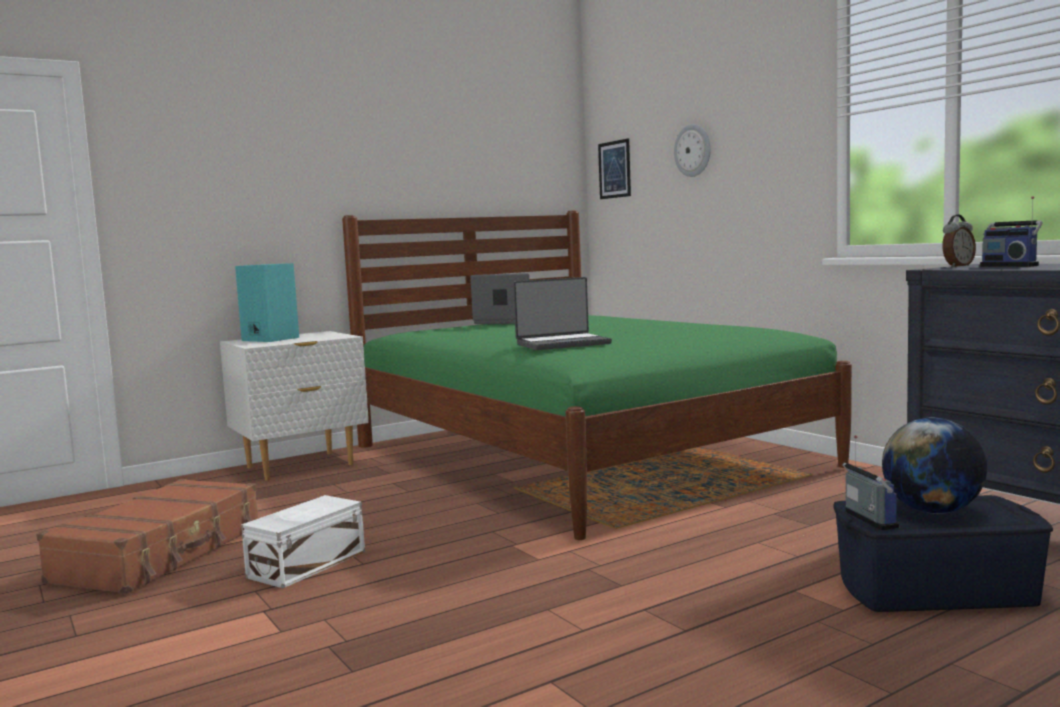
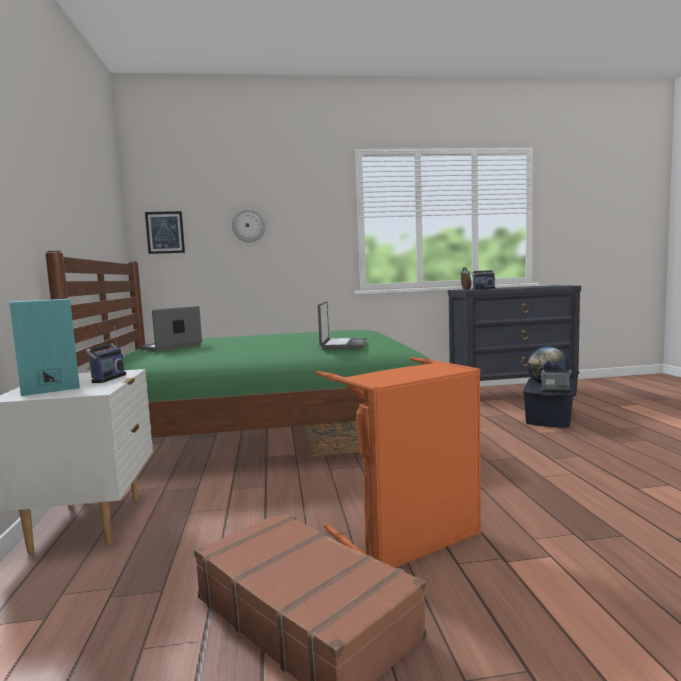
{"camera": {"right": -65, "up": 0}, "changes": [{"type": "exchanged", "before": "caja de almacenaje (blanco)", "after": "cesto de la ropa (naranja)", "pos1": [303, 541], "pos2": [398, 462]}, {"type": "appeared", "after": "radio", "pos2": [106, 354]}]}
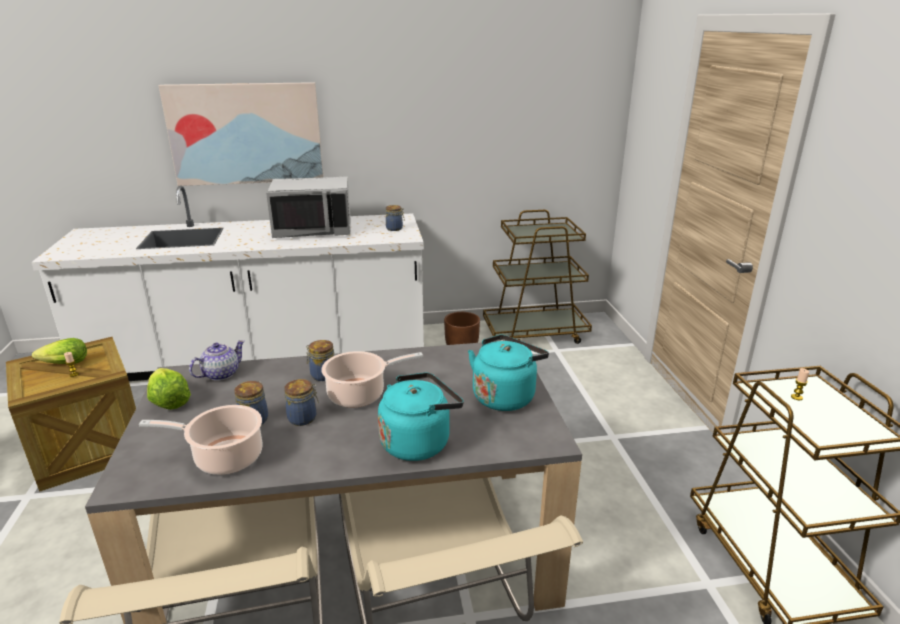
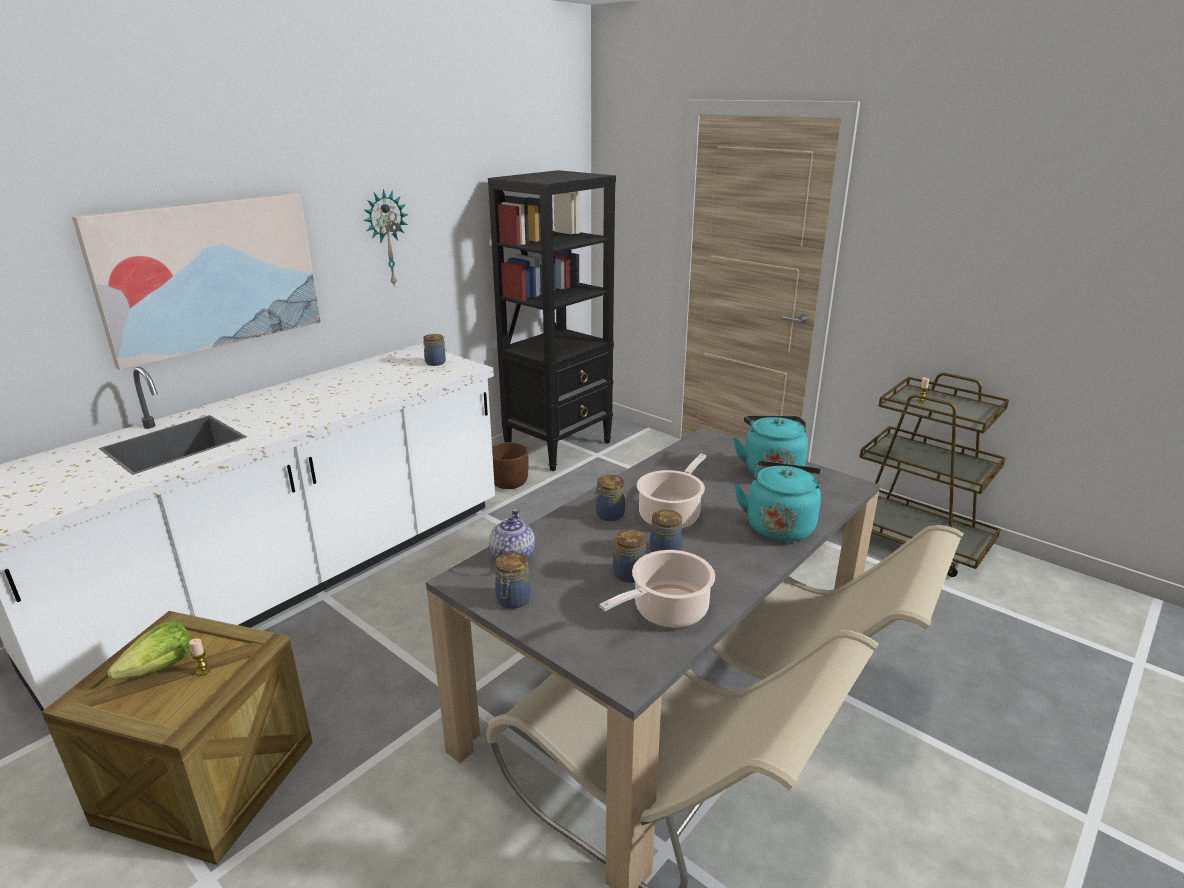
{"camera": {"right": -40, "up": 0}, "changes": [{"type": "missing", "before": "microondas (gris)", "pos1": [308, 207]}, {"type": "exchanged", "before": "carrito (marrón)", "after": "estantería (negro)", "pos1": [537, 277], "pos2": [552, 320]}, {"type": "exchanged", "before": "lechuga", "after": "tarro", "pos1": [169, 389], "pos2": [513, 580]}, {"type": "appeared", "after": "reloj de pared", "pos2": [386, 238]}]}
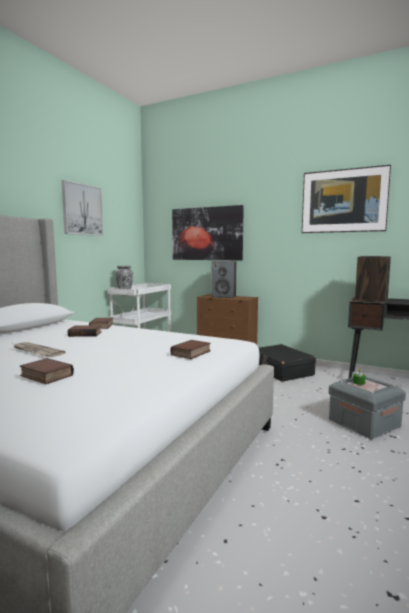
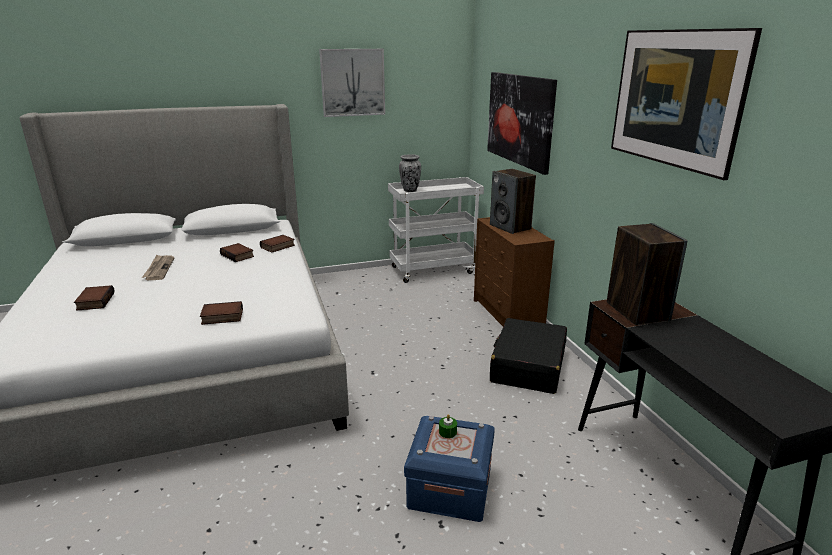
{"camera": {"right": 45, "up": 15}, "changes": [{"type": "colour", "before": "caja de almacenaje (gris)", "after": "caja de almacenaje (azul)", "pos1": [367, 408], "pos2": [449, 469]}]}
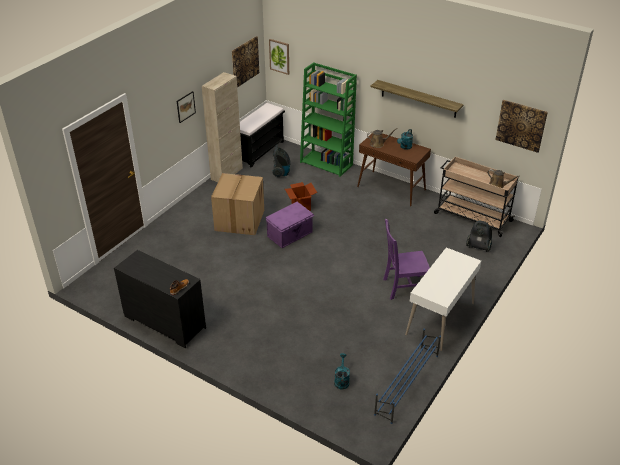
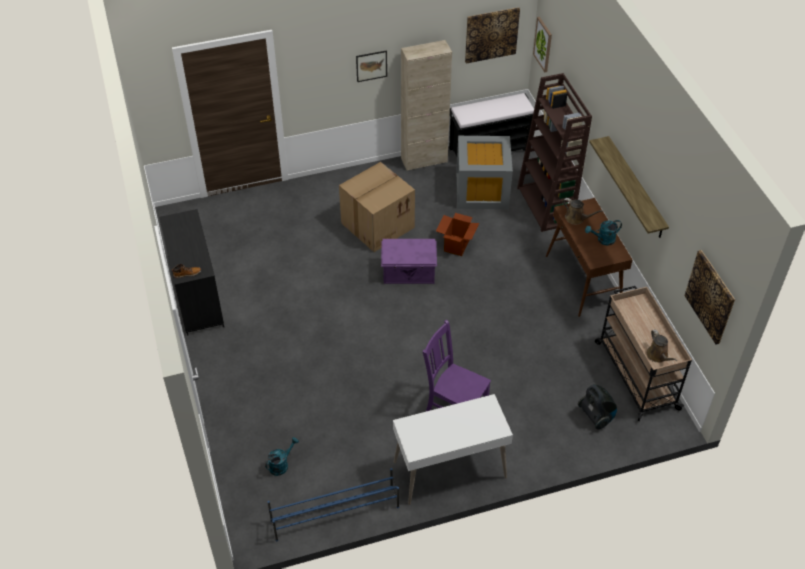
{"camera": {"right": 40, "up": 10}, "changes": [{"type": "colour", "before": "estantería (verde)", "after": "estantería (marrón)", "pos1": [328, 119], "pos2": [554, 152]}, {"type": "exchanged", "before": "aspiradora", "after": "caja de almacenaje (gris)", "pos1": [281, 160], "pos2": [484, 172]}]}
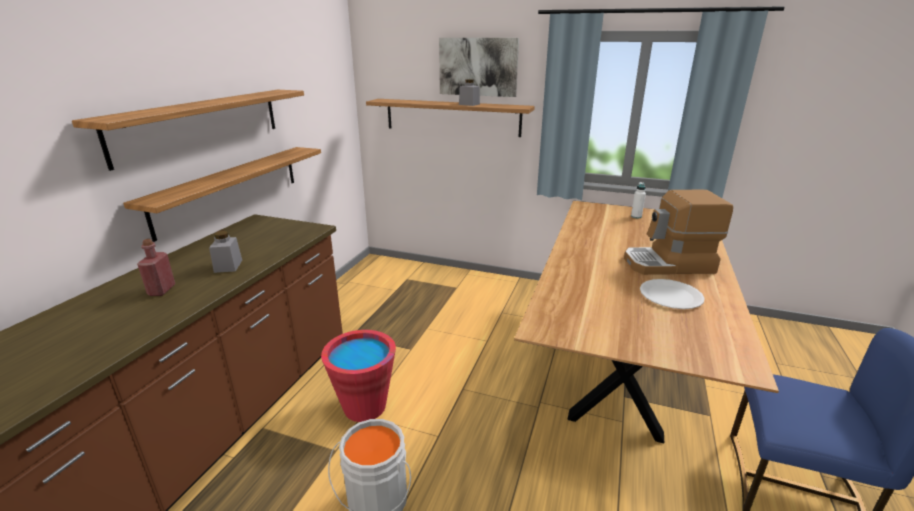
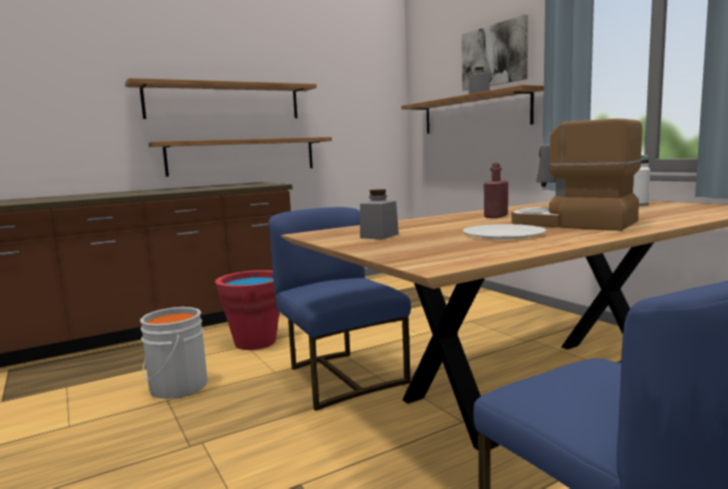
{"camera": {"right": 40, "up": -15}, "changes": [{"type": "relocated", "before": "tarro (gris)", "pos1": [225, 252], "pos2": [379, 214]}, {"type": "relocated", "before": "botella (rojo)", "pos1": [156, 267], "pos2": [496, 190]}, {"type": "appeared", "after": "silla (azul)", "pos2": [339, 309]}]}
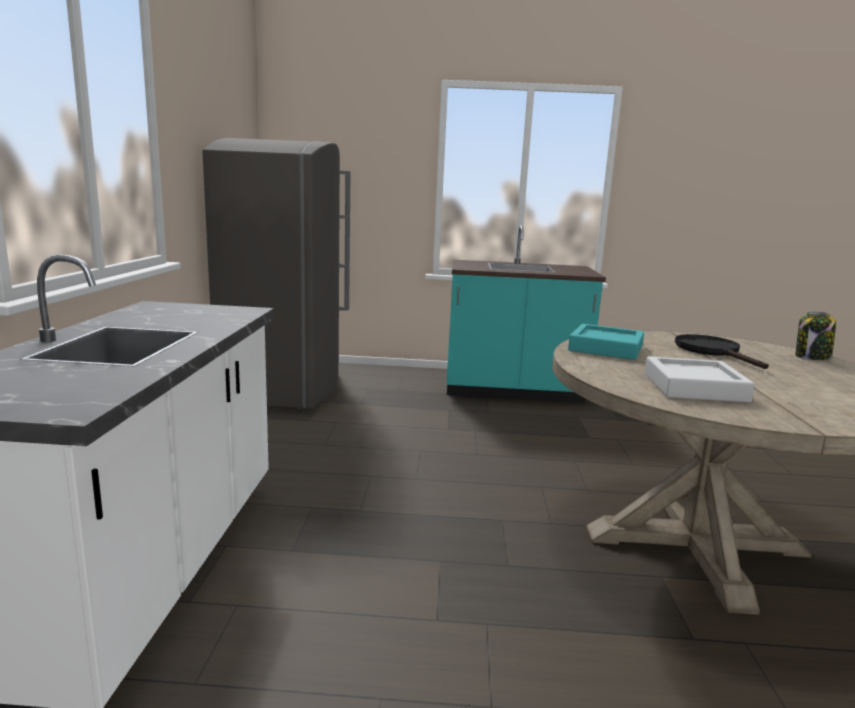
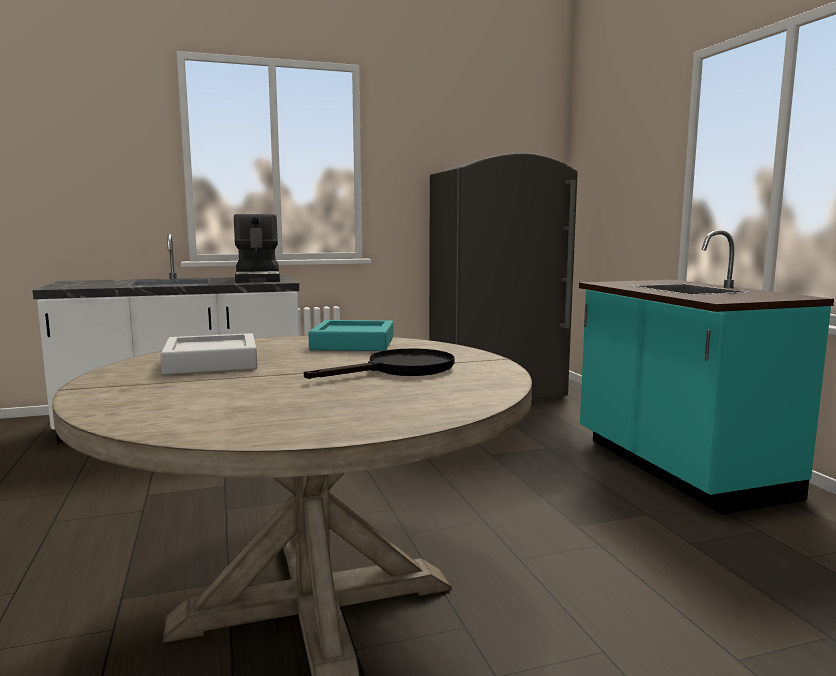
{"camera": {"right": 70, "up": -5}, "changes": [{"type": "missing", "before": "tarro", "pos1": [815, 336]}, {"type": "appeared", "after": "cafetera", "pos2": [257, 248]}]}
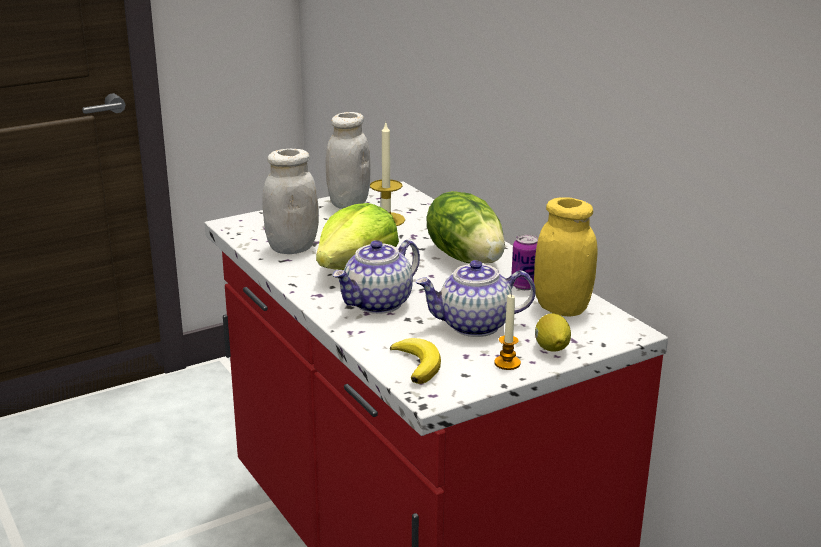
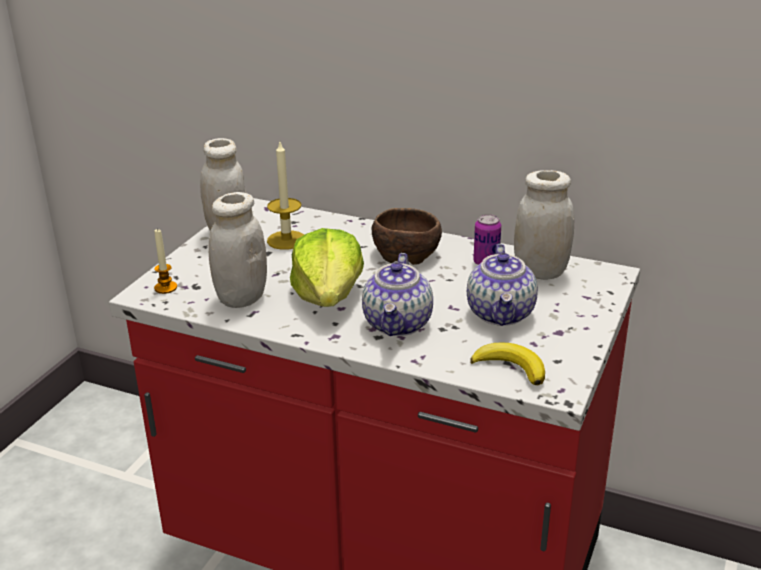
{"camera": {"right": -35, "up": 5}, "changes": [{"type": "exchanged", "before": "lechuga", "after": "cuenco (marrón)", "pos1": [465, 227], "pos2": [406, 236]}, {"type": "colour", "before": "tarro (amarillo)", "after": "tarro (blanco)", "pos1": [565, 257], "pos2": [544, 225]}, {"type": "spun", "before": "tetera", "pos1": [476, 298], "pos2": [502, 285], "turn": -45}, {"type": "relocated", "before": "vela", "pos1": [507, 332], "pos2": [165, 261]}, {"type": "missing", "before": "limón", "pos1": [553, 332]}]}
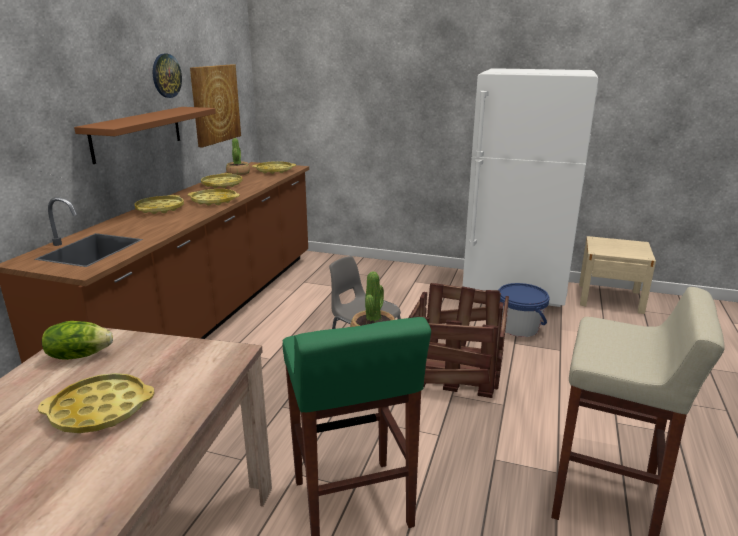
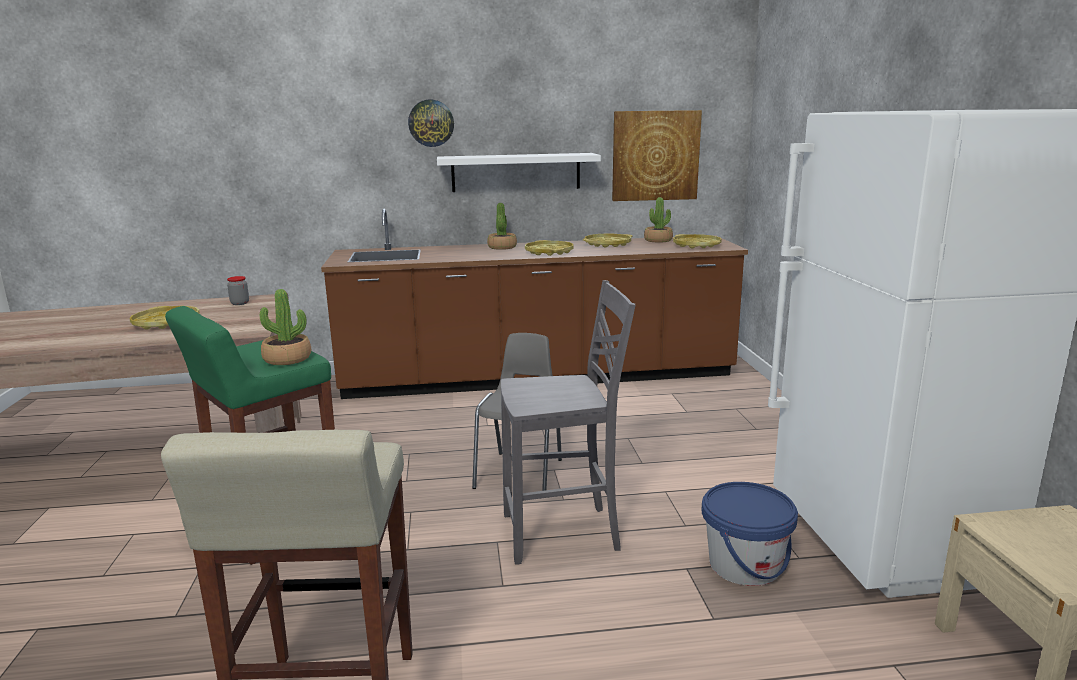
{"camera": {"right": 65, "up": -5}, "changes": [{"type": "relocated", "before": "reloj de pared", "pos1": [167, 76], "pos2": [431, 123]}, {"type": "colour", "before": "estante (marrón)", "after": "estante (blanco)", "pos1": [145, 135], "pos2": [519, 172]}, {"type": "exchanged", "before": "bandeja (amarillo)", "after": "planta en maceta", "pos1": [159, 204], "pos2": [502, 226]}, {"type": "exchanged", "before": "caja de embalaje", "after": "silla (gris)", "pos1": [458, 340], "pos2": [568, 422]}, {"type": "exchanged", "before": "lechuga", "after": "tarro", "pos1": [77, 340], "pos2": [238, 290]}]}
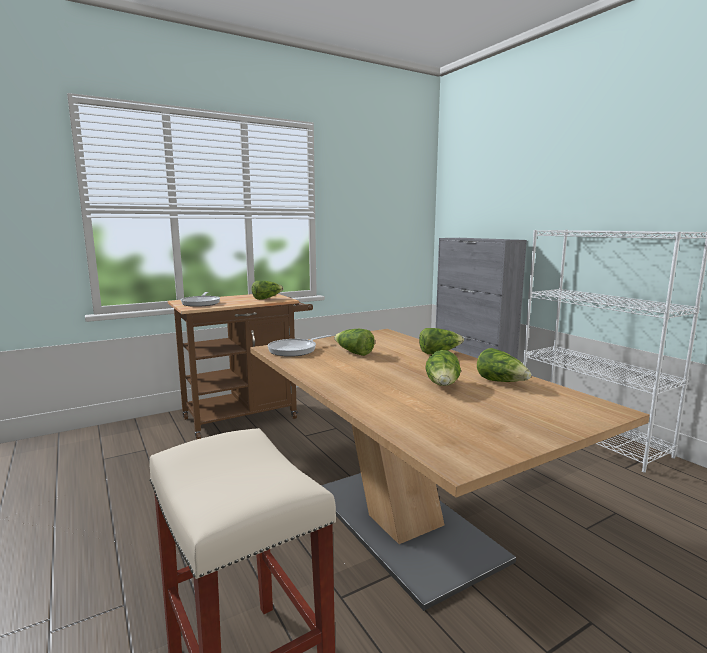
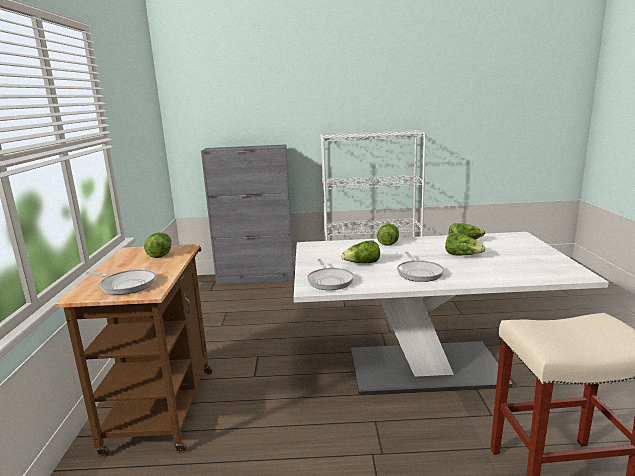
{"camera": {"right": -60, "up": 5}, "changes": [{"type": "colour", "before": "mesa de comedor (marrón)", "after": "mesa de comedor (blanco)", "pos1": [450, 470], "pos2": [451, 313]}, {"type": "appeared", "after": "sartén", "pos2": [420, 267]}]}
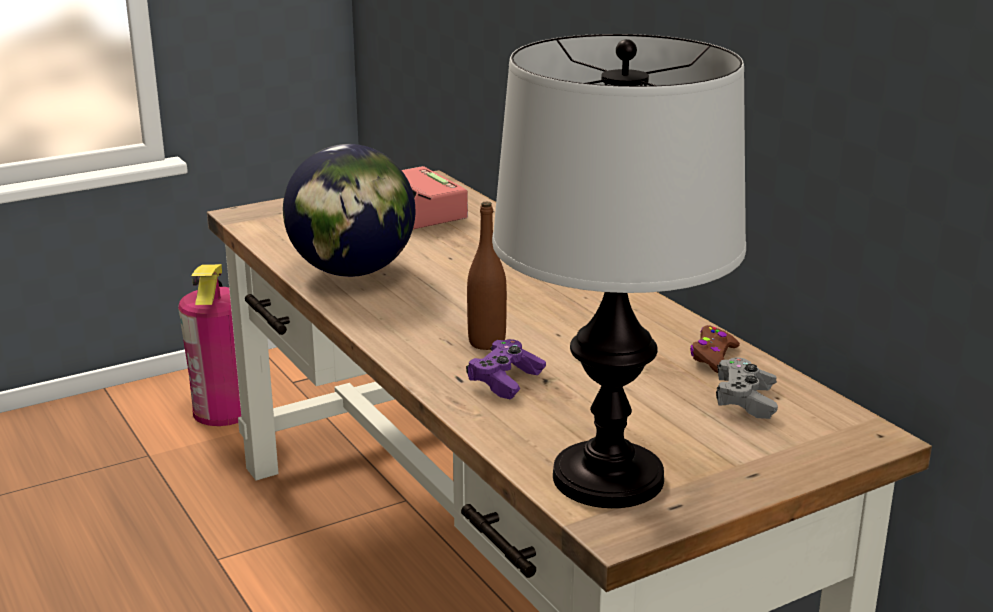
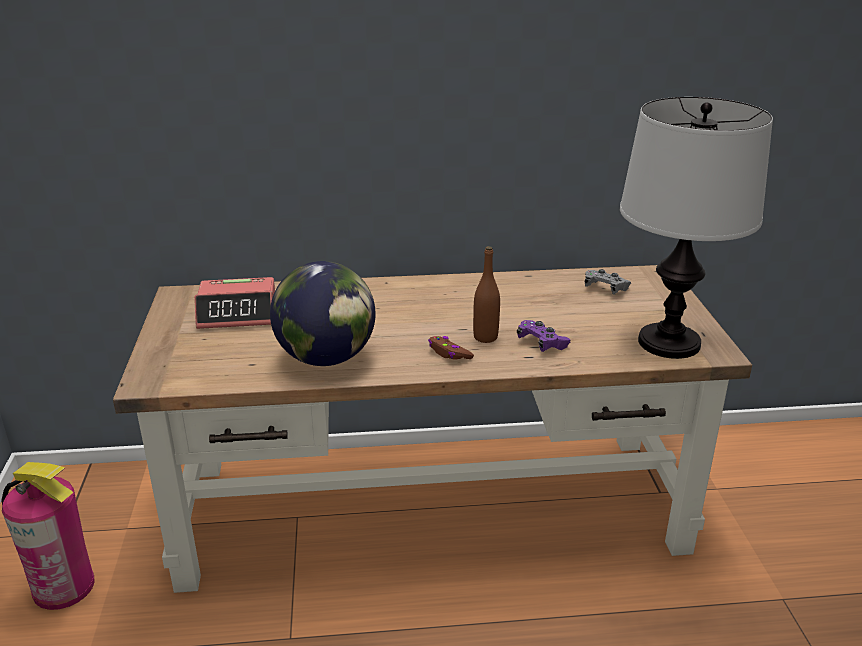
{"camera": {"right": -65, "up": 5}, "changes": [{"type": "relocated", "before": "mando de consola (marrón)", "pos1": [715, 349], "pos2": [451, 348]}]}
